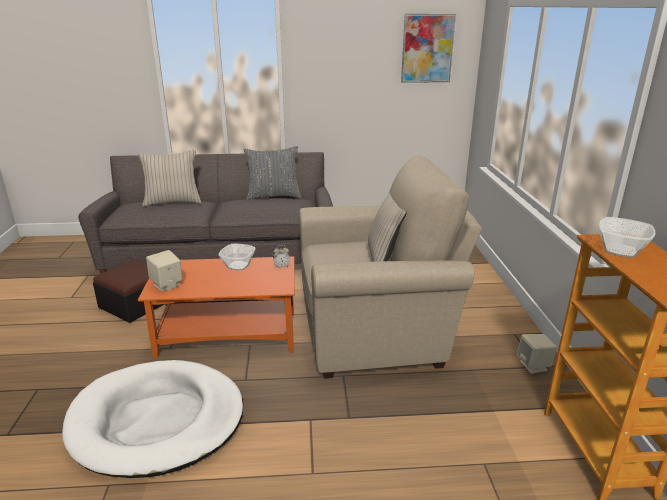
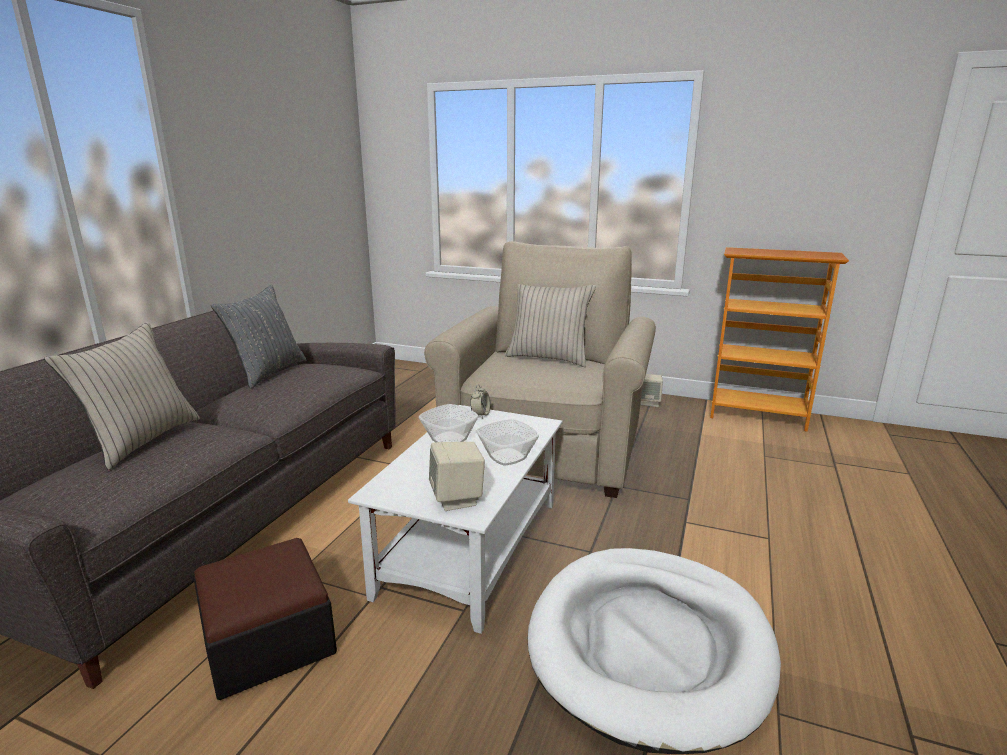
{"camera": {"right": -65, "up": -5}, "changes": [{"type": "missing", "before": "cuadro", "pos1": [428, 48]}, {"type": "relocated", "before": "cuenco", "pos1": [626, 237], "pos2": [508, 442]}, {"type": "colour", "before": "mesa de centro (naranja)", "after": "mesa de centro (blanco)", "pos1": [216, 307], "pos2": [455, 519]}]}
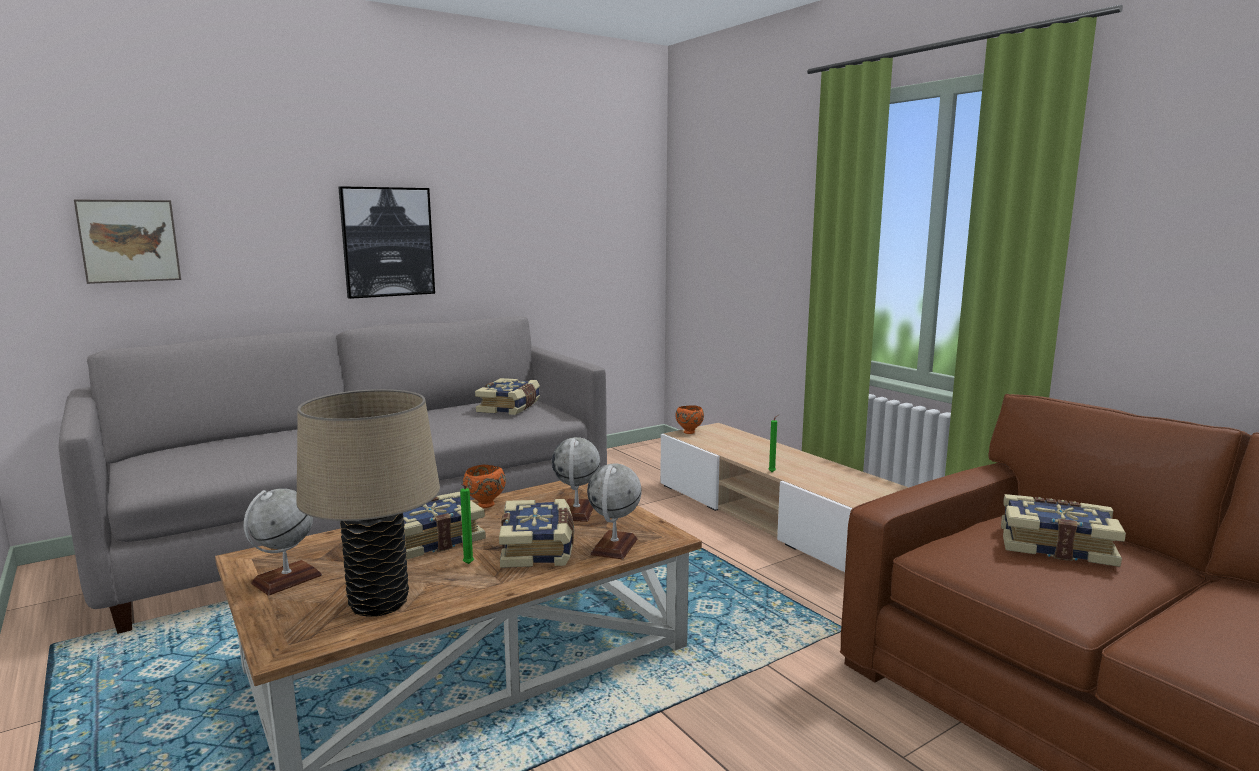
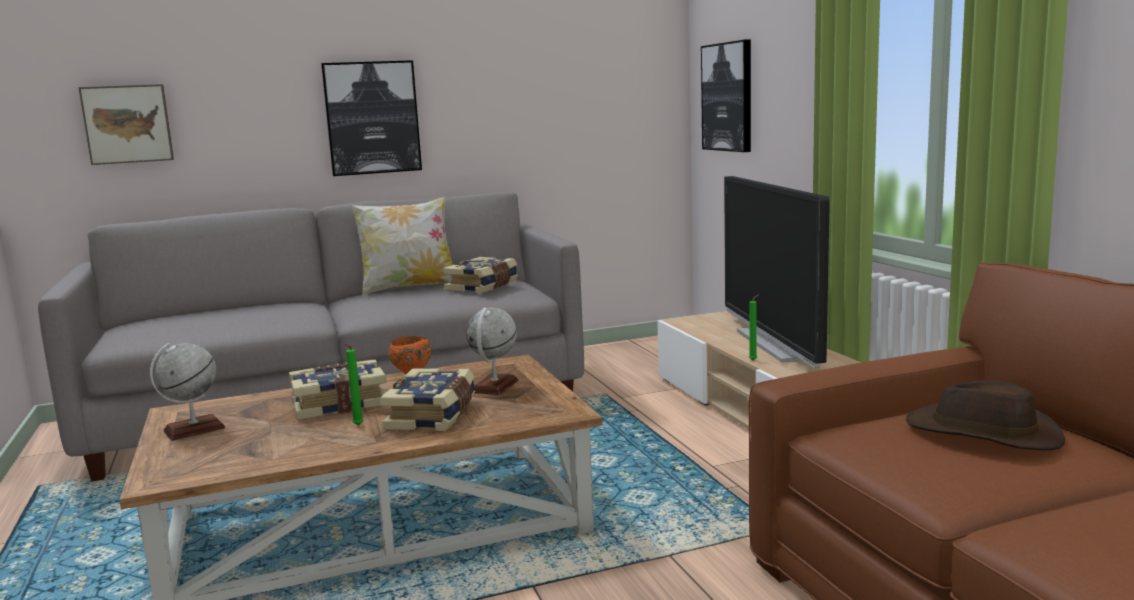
{"camera": {"right": 15, "up": 0}, "changes": [{"type": "missing", "before": "lámpara de mesa (beis)", "pos1": [368, 503]}, {"type": "missing", "before": "cuenco (naranja)", "pos1": [689, 419]}, {"type": "missing", "before": "globo terráqueo", "pos1": [614, 512]}, {"type": "exchanged", "before": "libro", "after": "sombrero (marrón)", "pos1": [1063, 530], "pos2": [985, 415]}, {"type": "appeared", "after": "cuadro", "pos2": [726, 95]}, {"type": "appeared", "after": "televisor", "pos2": [777, 272]}, {"type": "appeared", "after": "cojín", "pos2": [402, 245]}]}
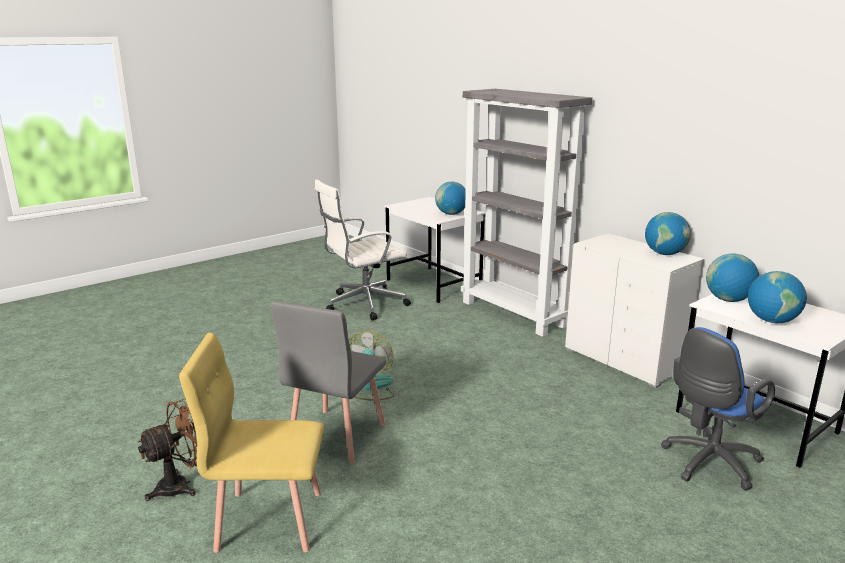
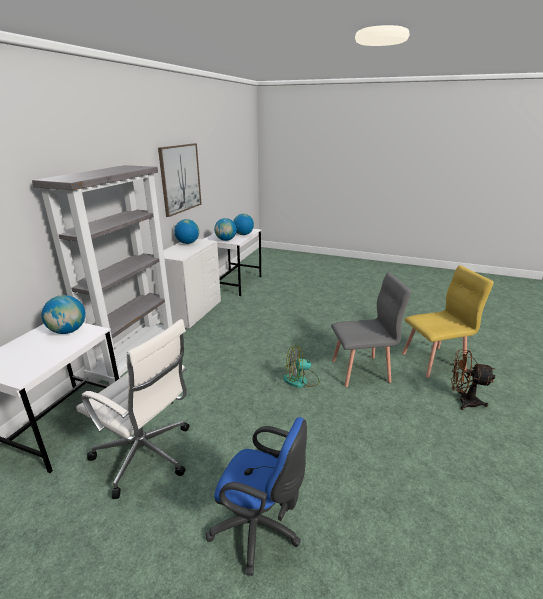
{"camera": {"right": -120, "up": 5}, "changes": [{"type": "relocated", "before": "silla de oficina (azul)", "pos1": [718, 408], "pos2": [256, 496]}, {"type": "spun", "before": "silla (amarillo)", "pos1": [252, 443], "pos2": [448, 321], "turn": -75}, {"type": "appeared", "after": "cuadro", "pos2": [180, 180]}]}
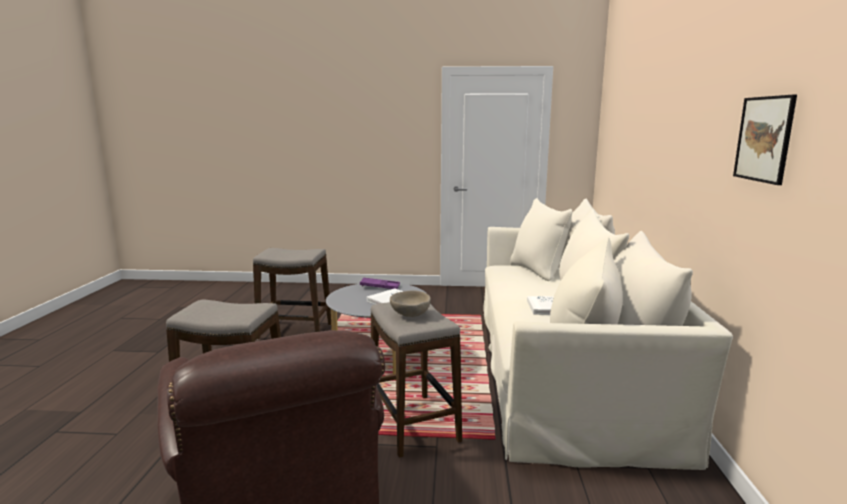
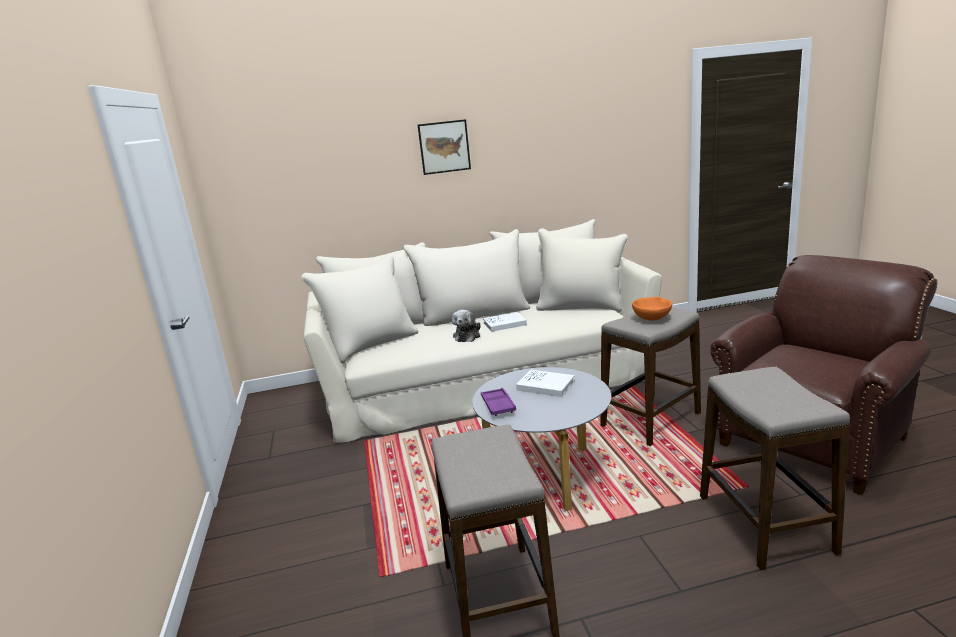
{"camera": {"right": -105, "up": 5}, "changes": [{"type": "relocated", "before": "cuadro", "pos1": [765, 140], "pos2": [444, 147]}, {"type": "colour", "before": "cuenco (beis)", "after": "cuenco (naranja)", "pos1": [410, 303], "pos2": [652, 308]}, {"type": "appeared", "after": "peluche", "pos2": [466, 326]}]}
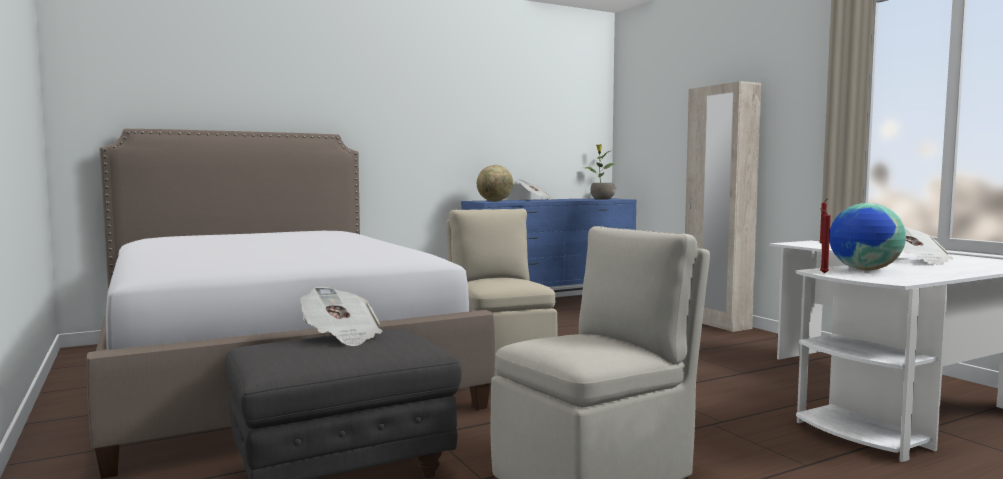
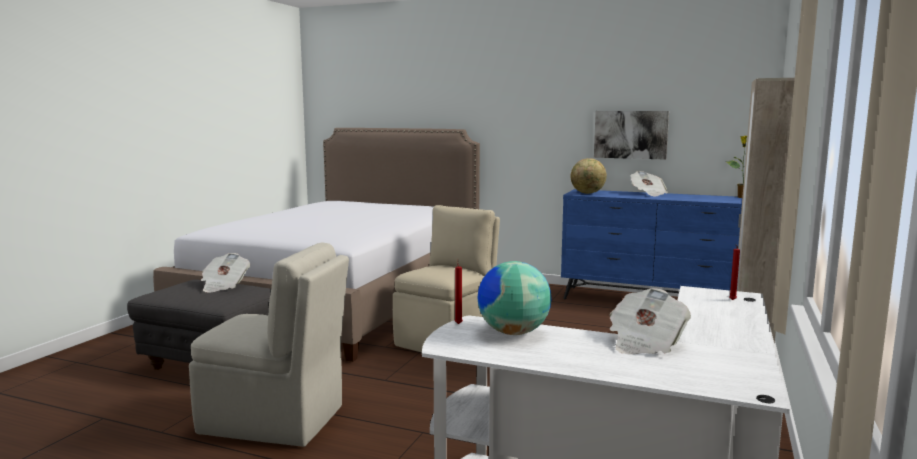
{"camera": {"right": 50, "up": 5}, "changes": [{"type": "missing", "before": "cuenco (gris)", "pos1": [603, 191]}, {"type": "appeared", "after": "cuadro", "pos2": [631, 135]}]}
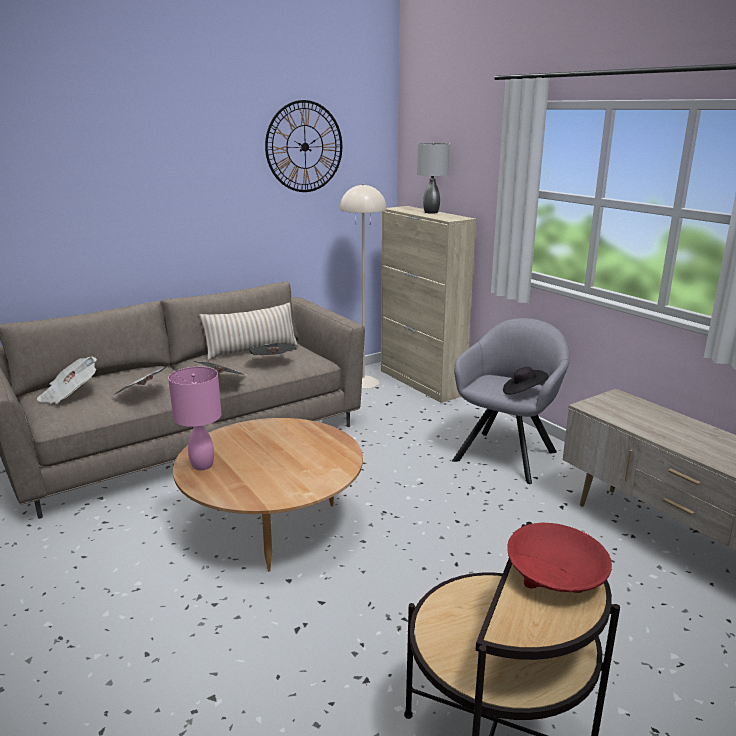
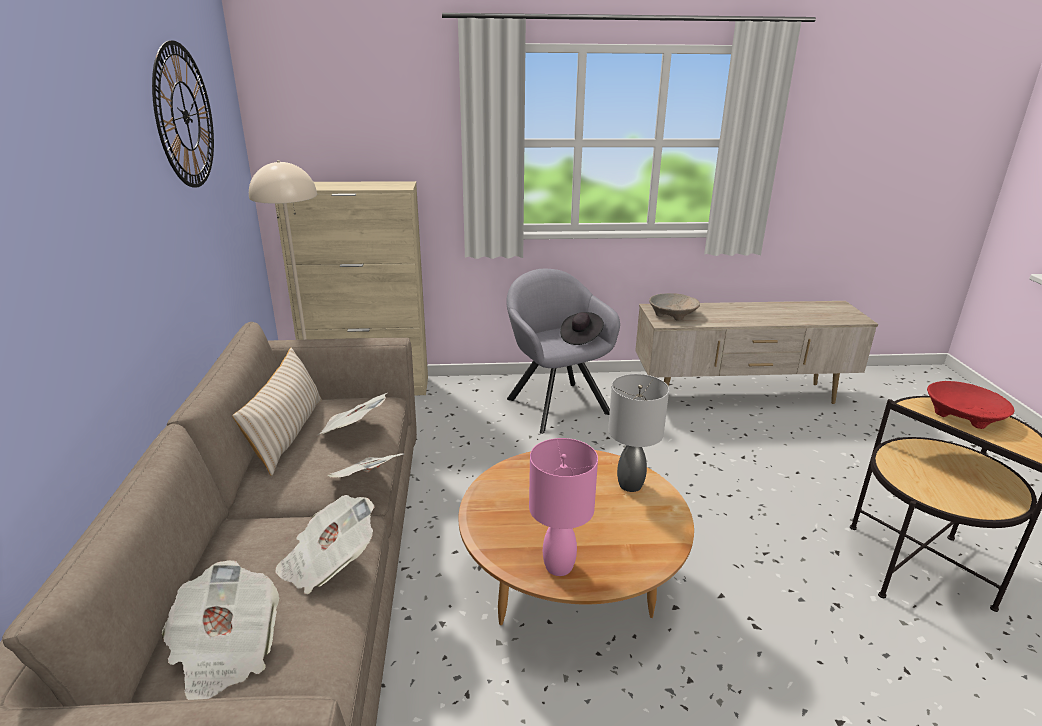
{"camera": {"right": -60, "up": 5}, "changes": [{"type": "relocated", "before": "lámpara de mesa (gris)", "pos1": [433, 178], "pos2": [638, 433]}, {"type": "appeared", "after": "cuenco (beis)", "pos2": [674, 307]}]}
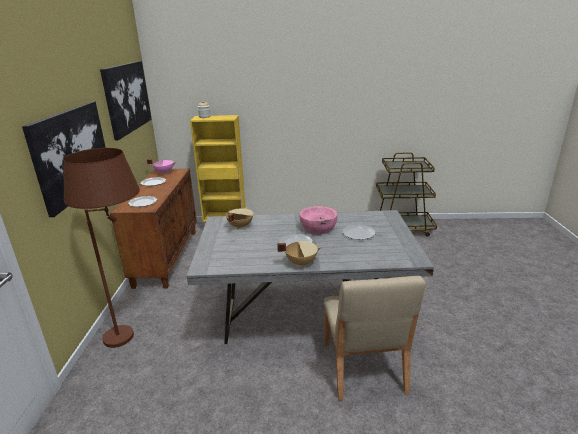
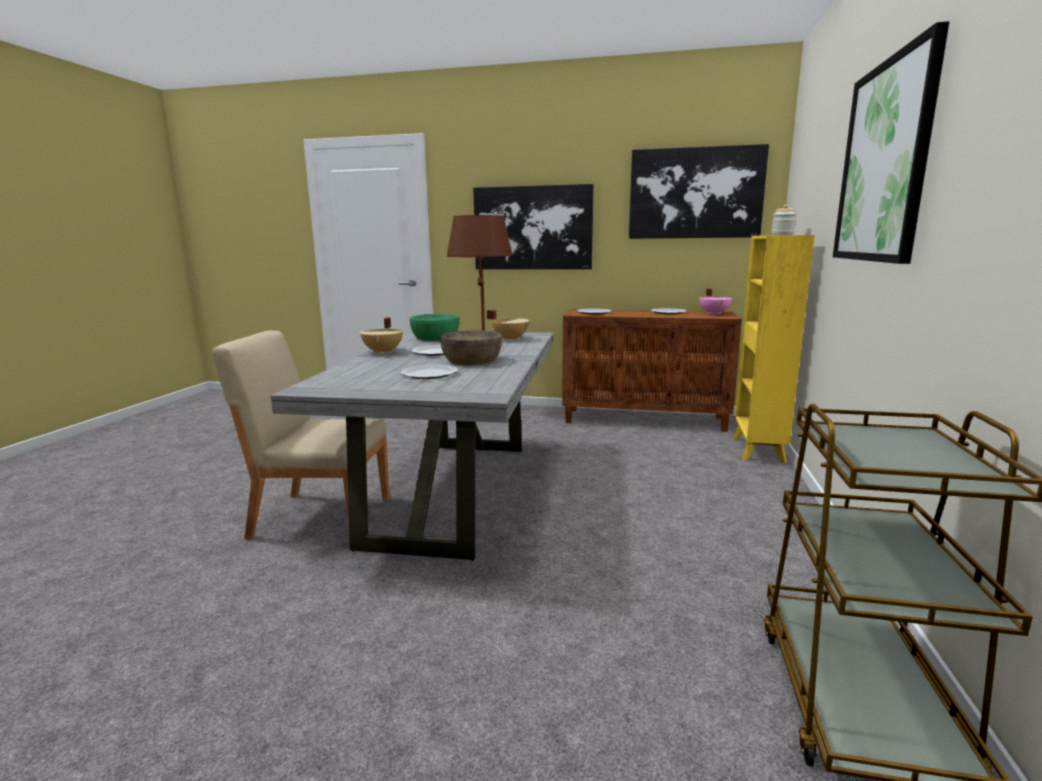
{"camera": {"right": 100, "up": -10}, "changes": [{"type": "colour", "before": "cuenco (rosa)", "after": "cuenco (marrón)", "pos1": [318, 220], "pos2": [471, 348]}, {"type": "appeared", "after": "cuadro", "pos2": [891, 142]}, {"type": "appeared", "after": "cuenco (verde)", "pos2": [435, 327]}]}
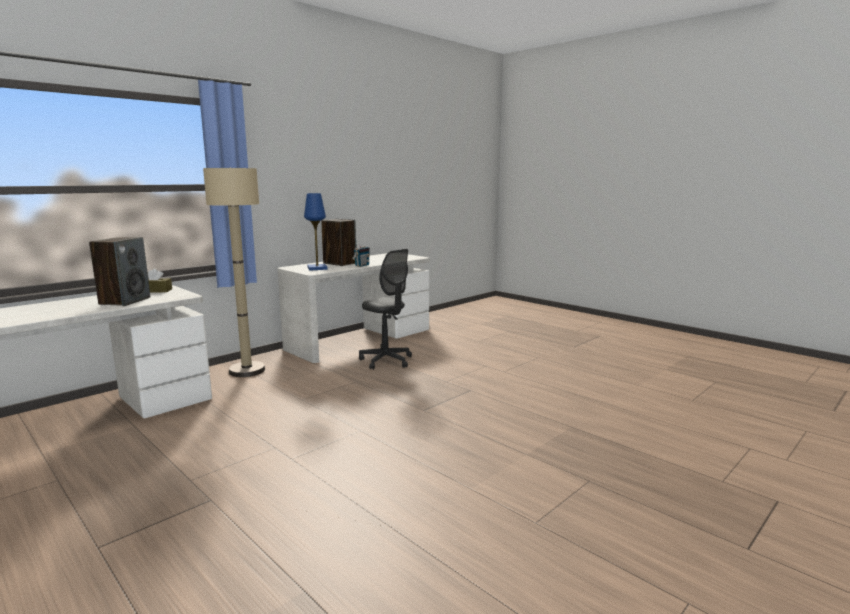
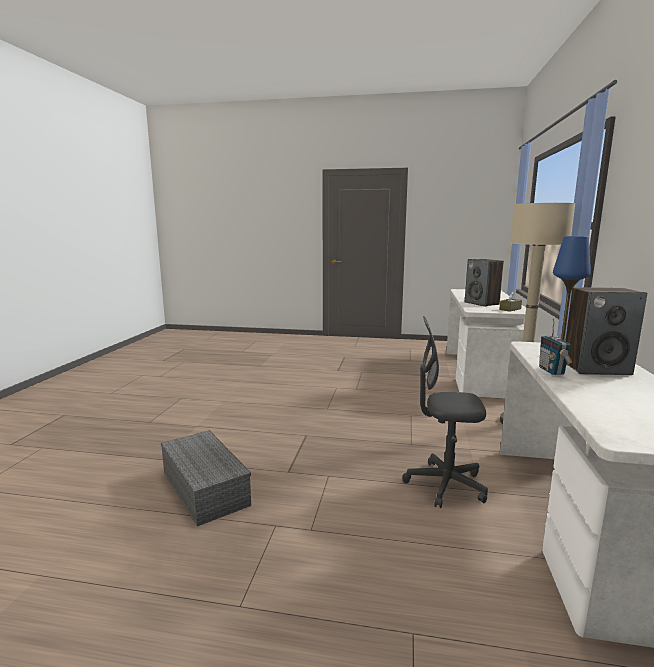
{"camera": {"right": 145, "up": 0}, "changes": [{"type": "appeared", "after": "caja de almacenaje (gris)", "pos2": [206, 478]}]}
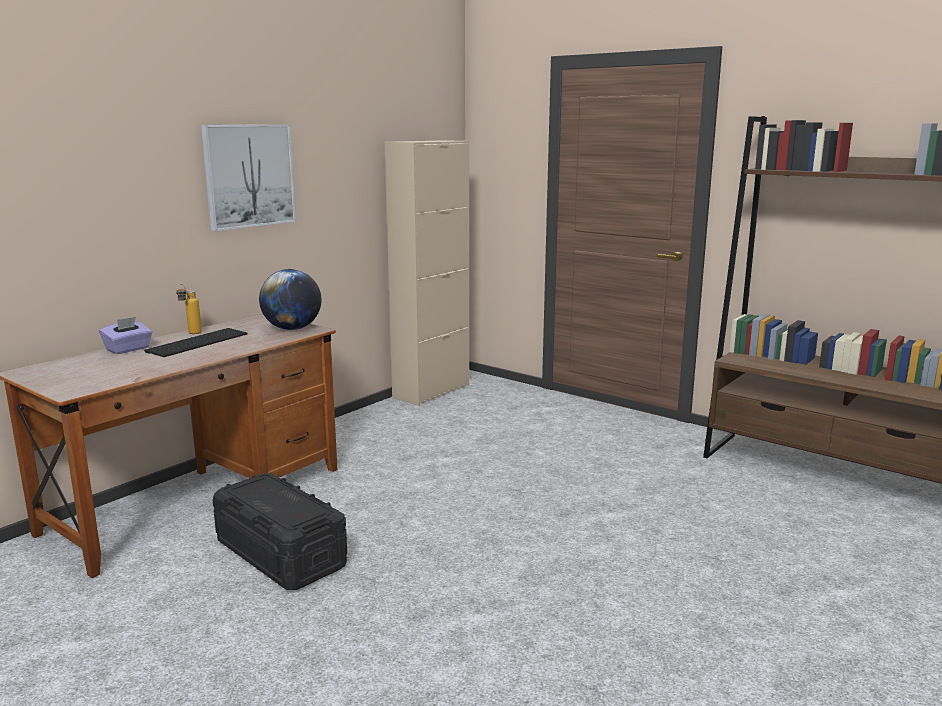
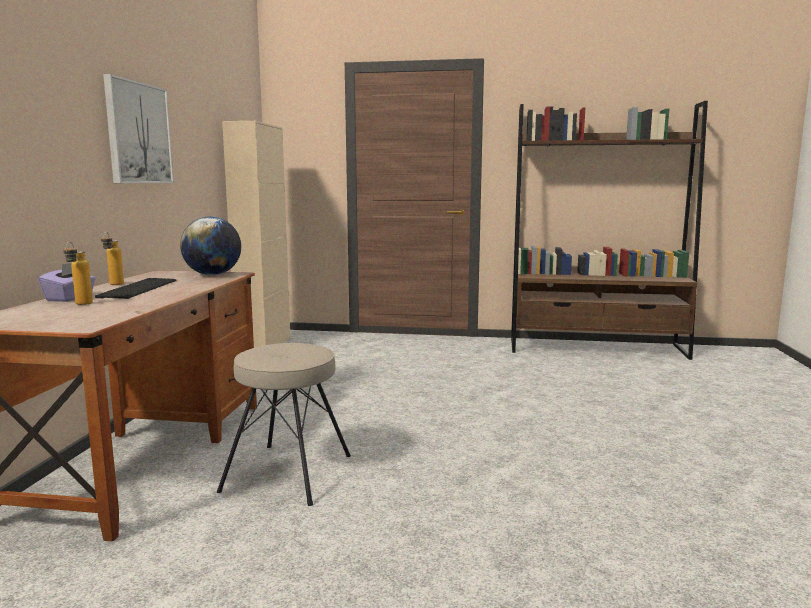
{"camera": {"right": -30, "up": -5}, "changes": [{"type": "exchanged", "before": "caja de almacenaje (negro)", "after": "taburete (beis)", "pos1": [279, 531], "pos2": [284, 424]}, {"type": "appeared", "after": "botella", "pos2": [78, 273]}]}
